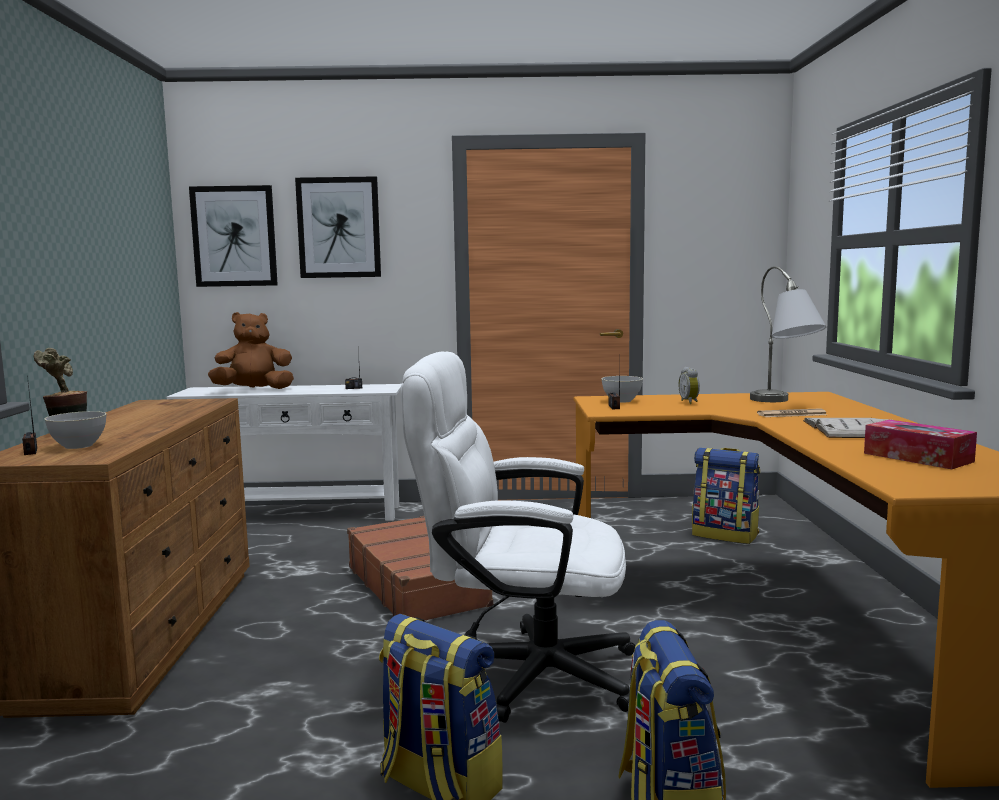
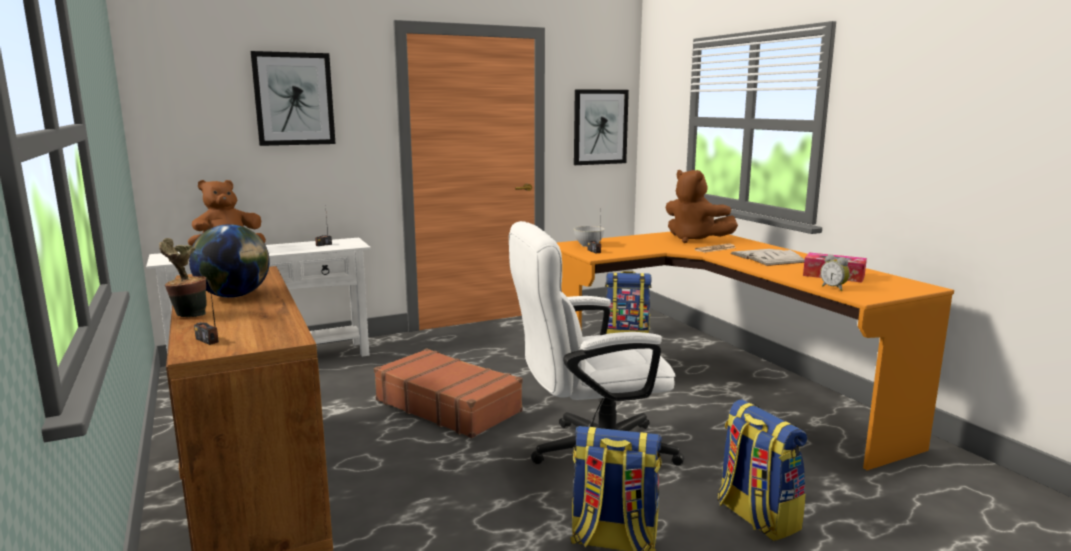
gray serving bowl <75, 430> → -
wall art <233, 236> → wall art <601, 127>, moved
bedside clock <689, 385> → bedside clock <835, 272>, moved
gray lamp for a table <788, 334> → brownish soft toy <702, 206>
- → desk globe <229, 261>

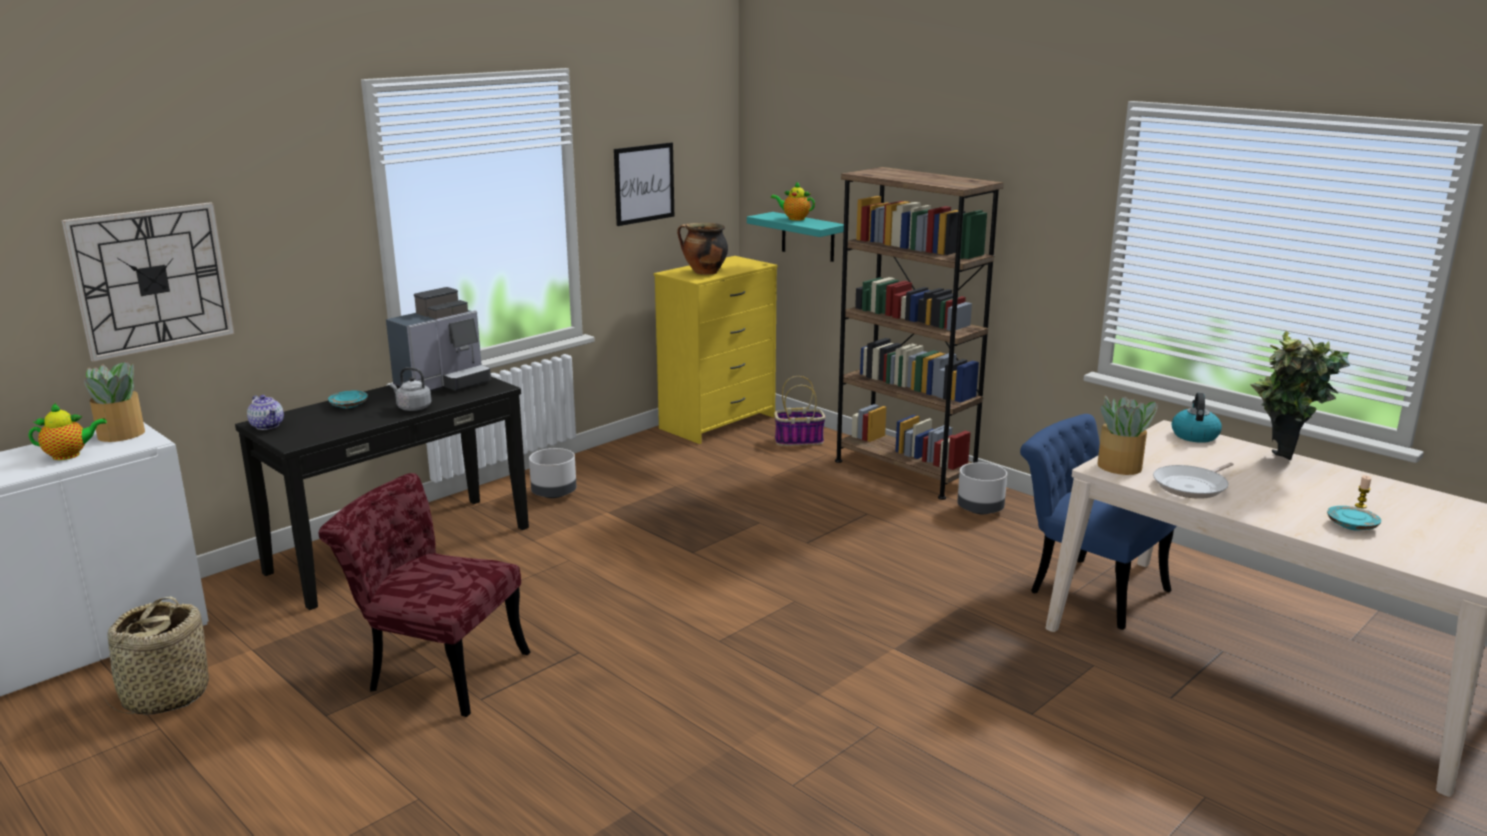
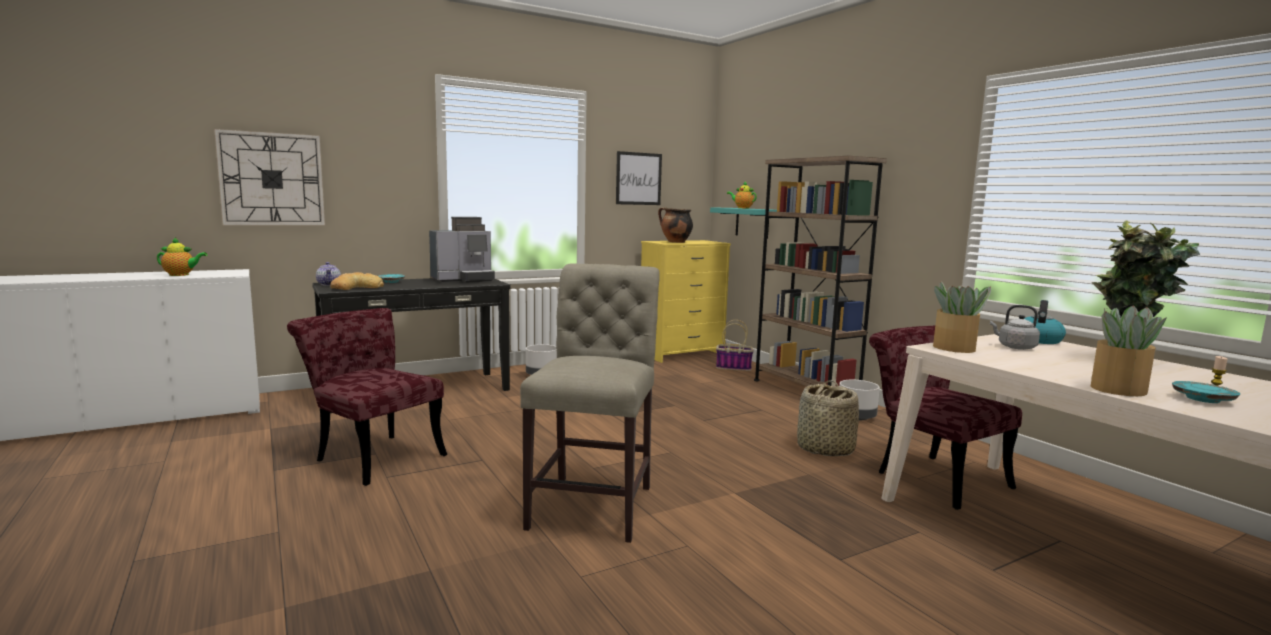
houseplant <111, 401> → houseplant <1129, 351>, moved
household basket <156, 655> → household basket <828, 418>, moved
gray tea kettle <410, 389> → gray tea kettle <1015, 327>, moved
blue upright chair <1098, 522> → red upright chair <945, 417>
pan <1193, 481> → -
- → baked bread <357, 281>
- → sand-coloured upright chair <590, 403>

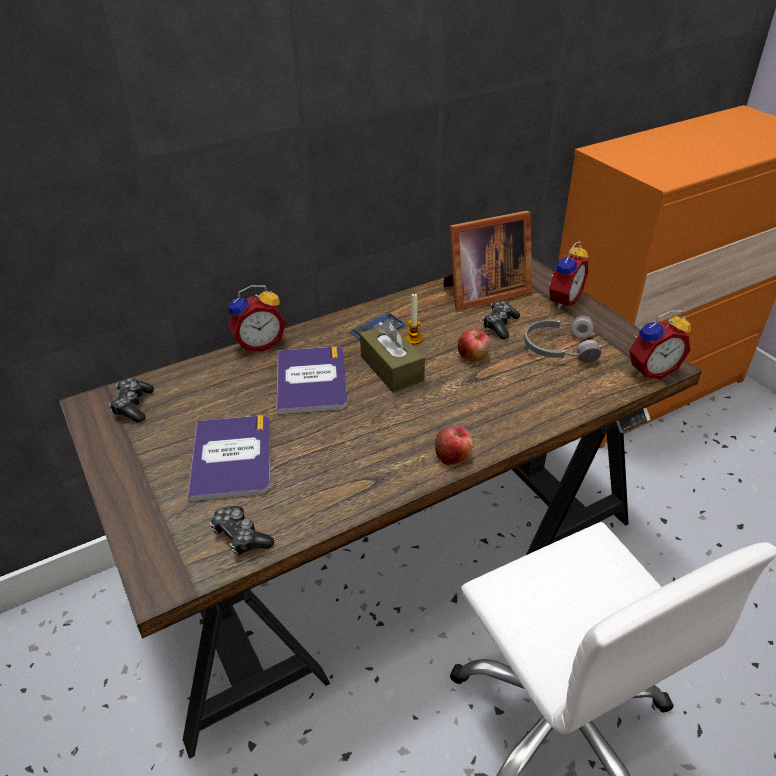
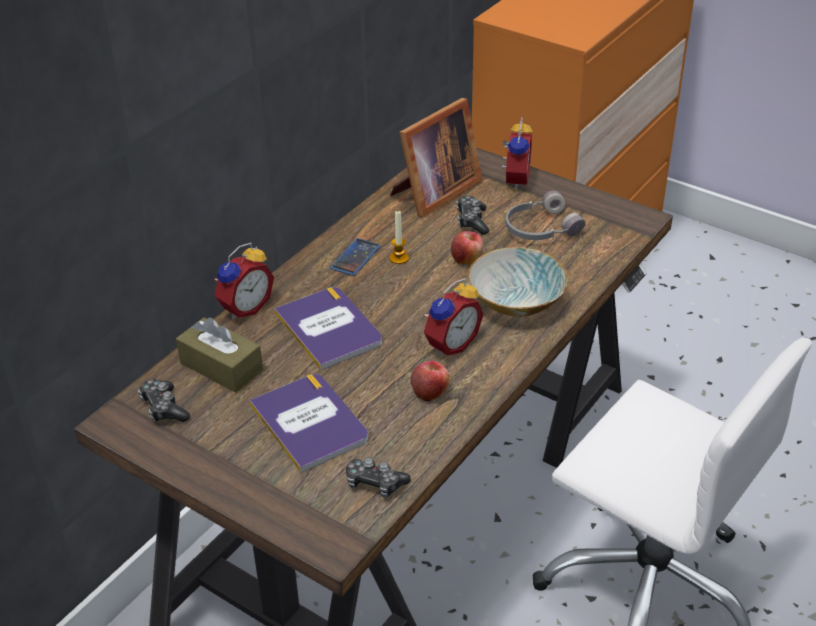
brownish box of tissues <392, 356> → brownish box of tissues <219, 355>, moved
apple fruit <454, 445> → apple fruit <430, 381>, moved
bedside clock <660, 344> → bedside clock <453, 317>, moved
- → serving bowl <518, 282>

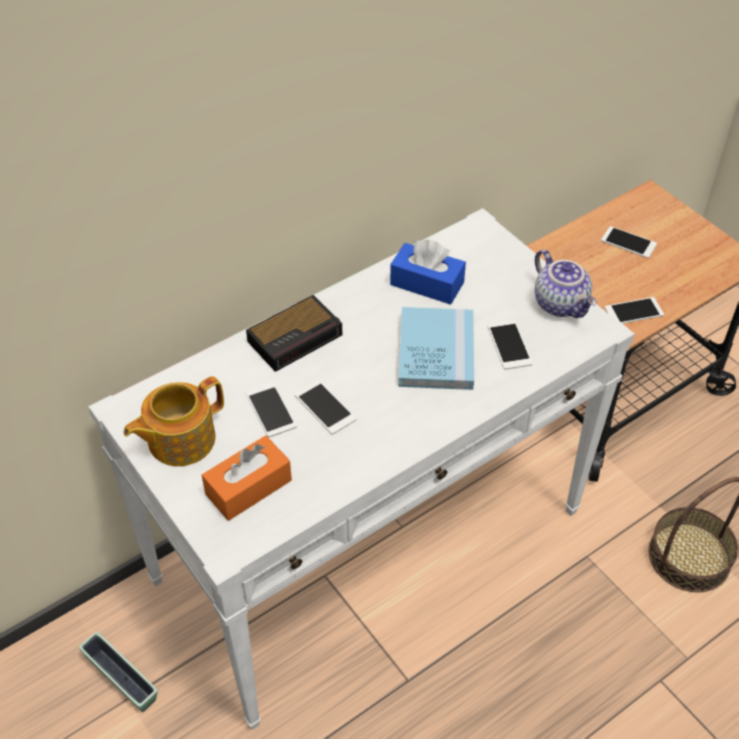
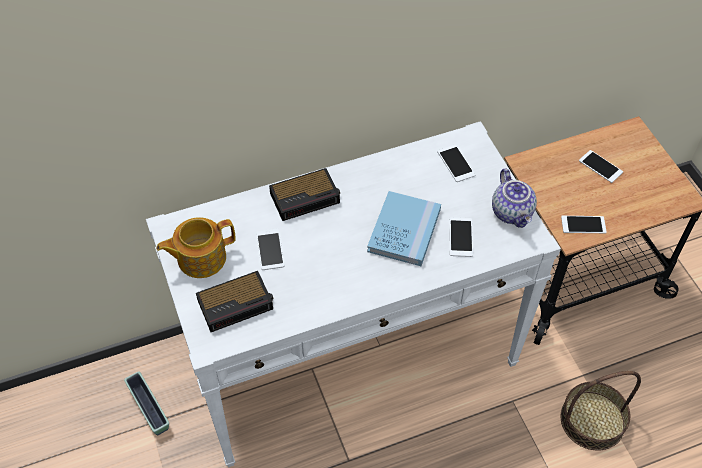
orangey box of tissues <247, 478> → bedside clock <234, 301>
telephone <325, 407> → telephone <456, 163>, moved
blue box of tissues <428, 272> → -

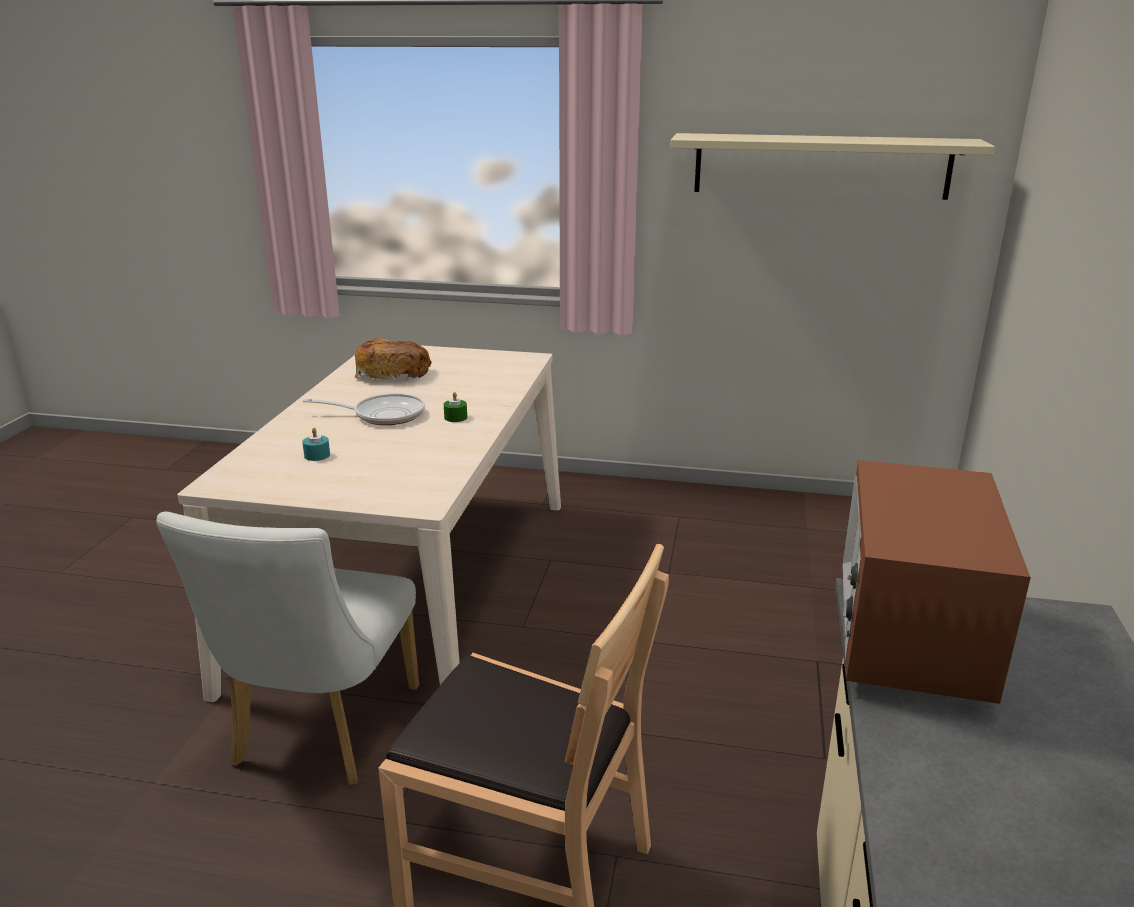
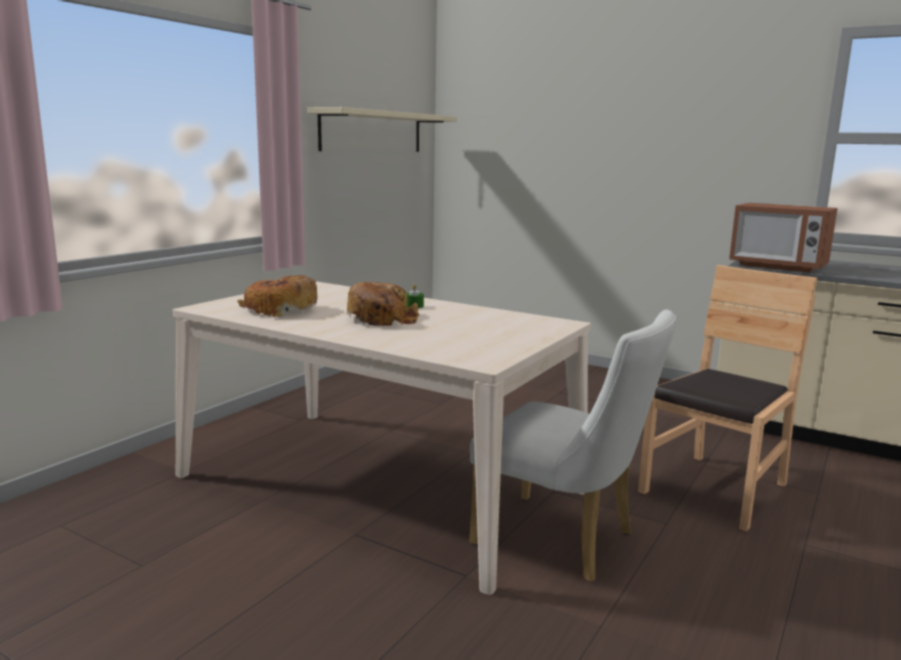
blue-green candle <316, 444> → -
pan <364, 409> → baked bread <383, 304>

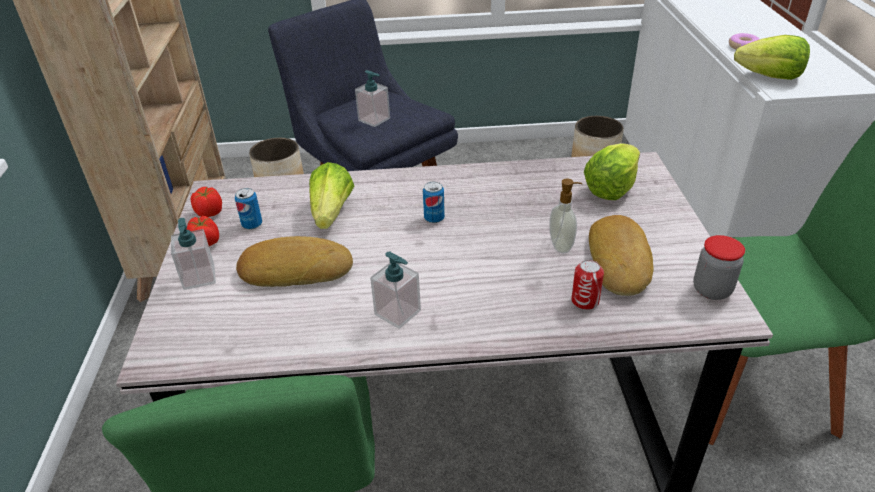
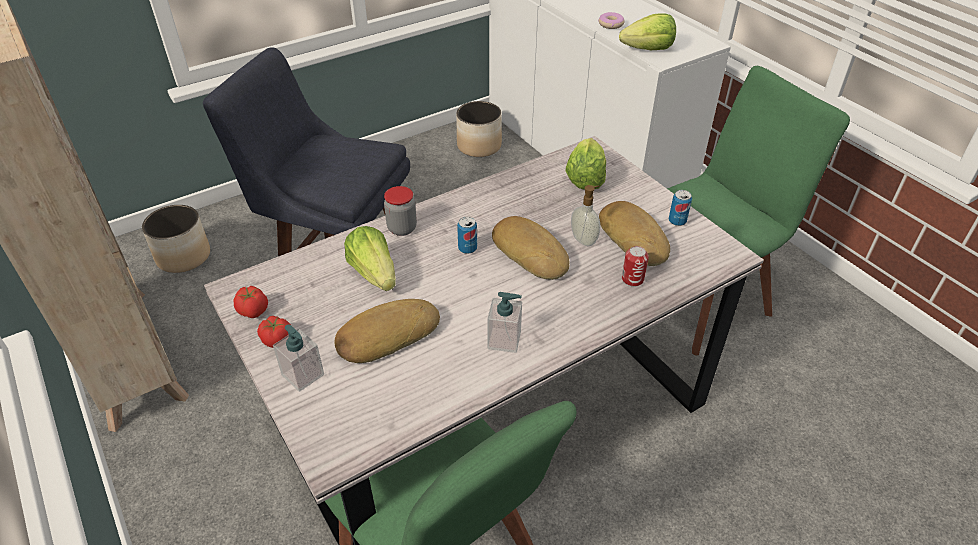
metal can <248, 209> → metal can <680, 208>, moved
liquid soap bottle <372, 98> → -
preserve jar <719, 267> → preserve jar <400, 211>, moved
- → baked bread <531, 248>

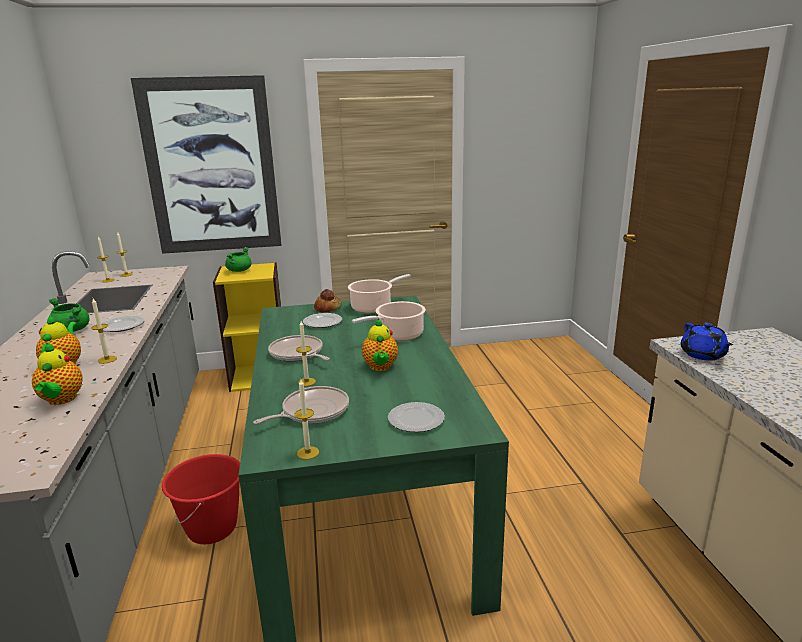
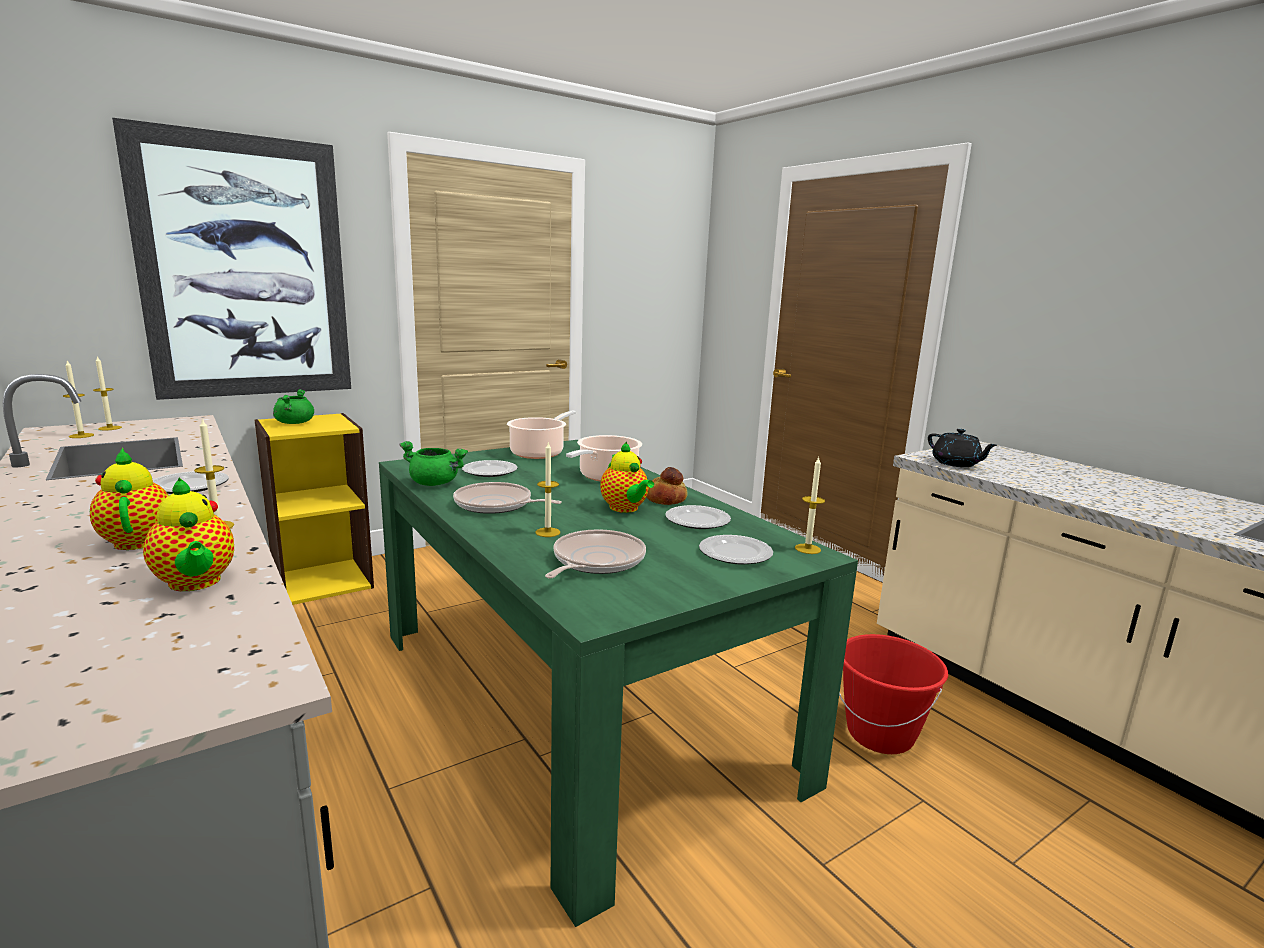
greenish saucepot <69, 315> → greenish saucepot <433, 463>, moved
red water bucket <201, 499> → red water bucket <893, 694>, moved
candle <307, 419> → candle <810, 505>, moved
baked bread <328, 300> → baked bread <667, 486>, moved
blue pot for tea <707, 342> → black pot for tea <962, 448>
- → flat dish <698, 517>

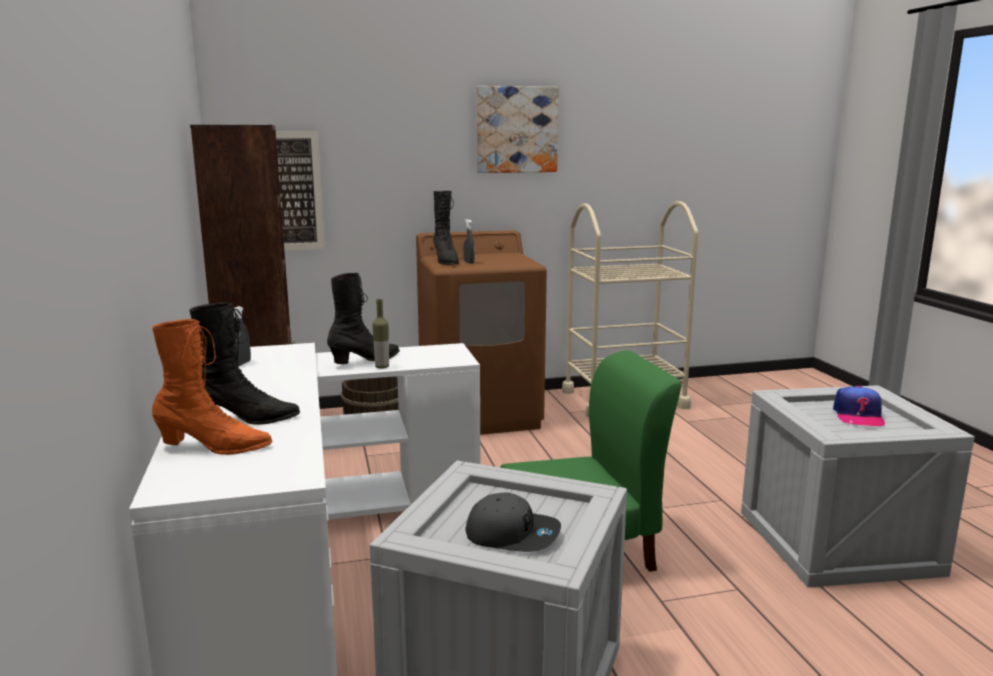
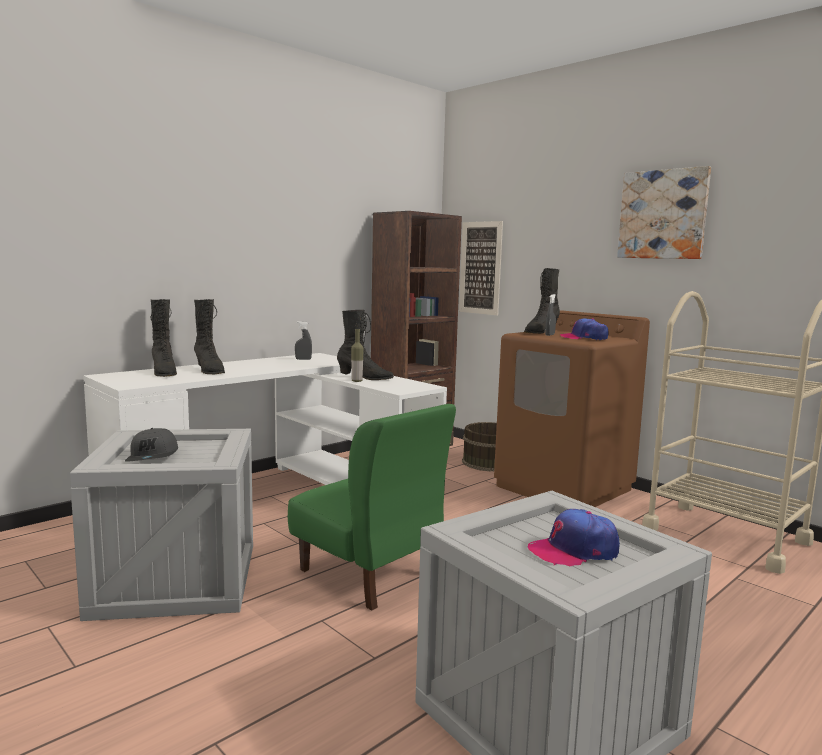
orangey high-top boot <212, 387> → black high-top boot <164, 338>
- → baseball cap <584, 329>

